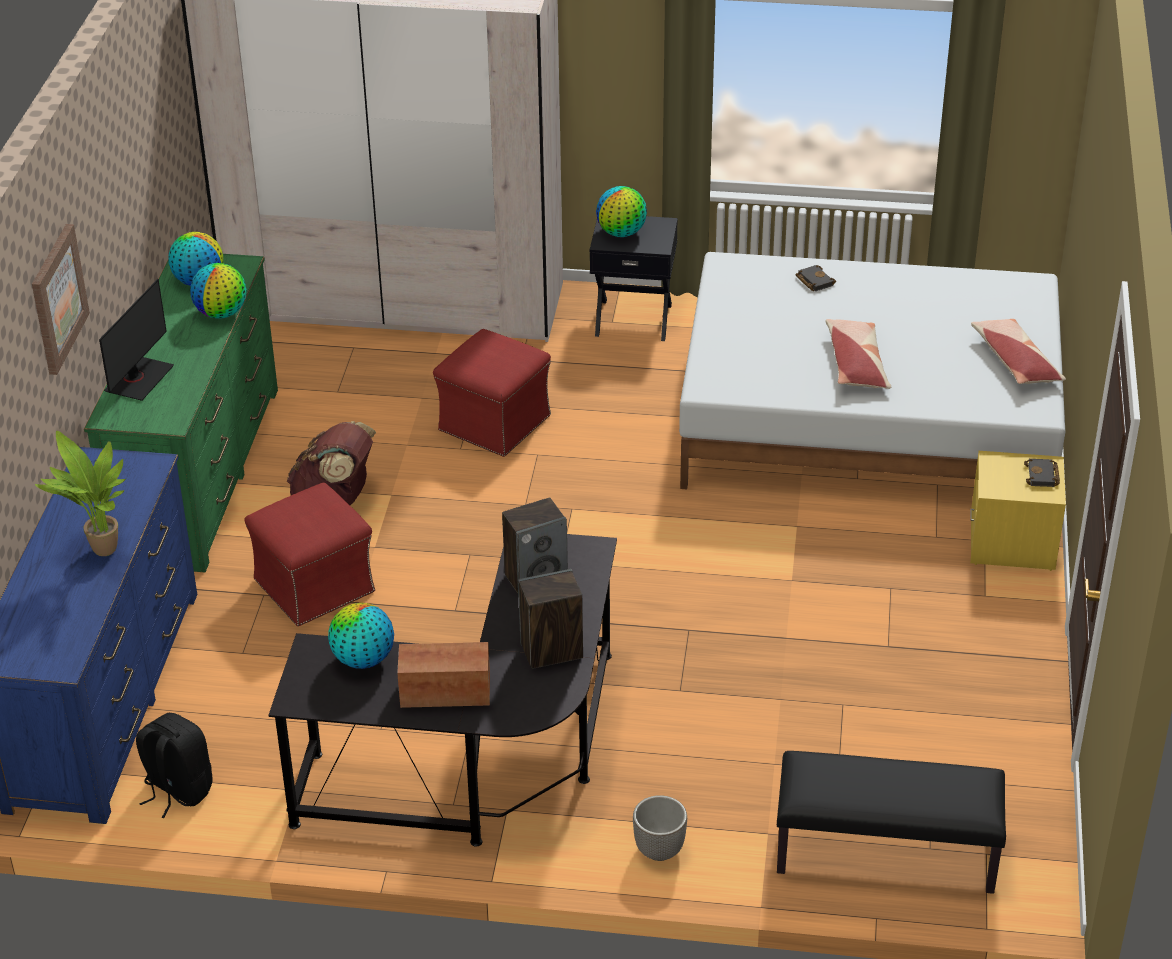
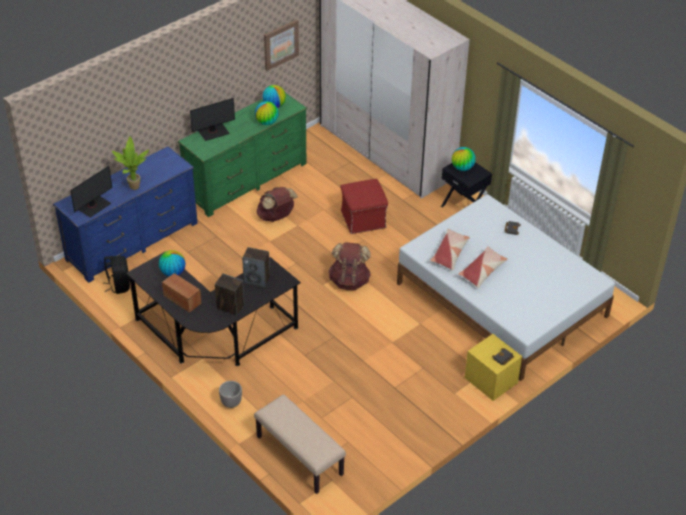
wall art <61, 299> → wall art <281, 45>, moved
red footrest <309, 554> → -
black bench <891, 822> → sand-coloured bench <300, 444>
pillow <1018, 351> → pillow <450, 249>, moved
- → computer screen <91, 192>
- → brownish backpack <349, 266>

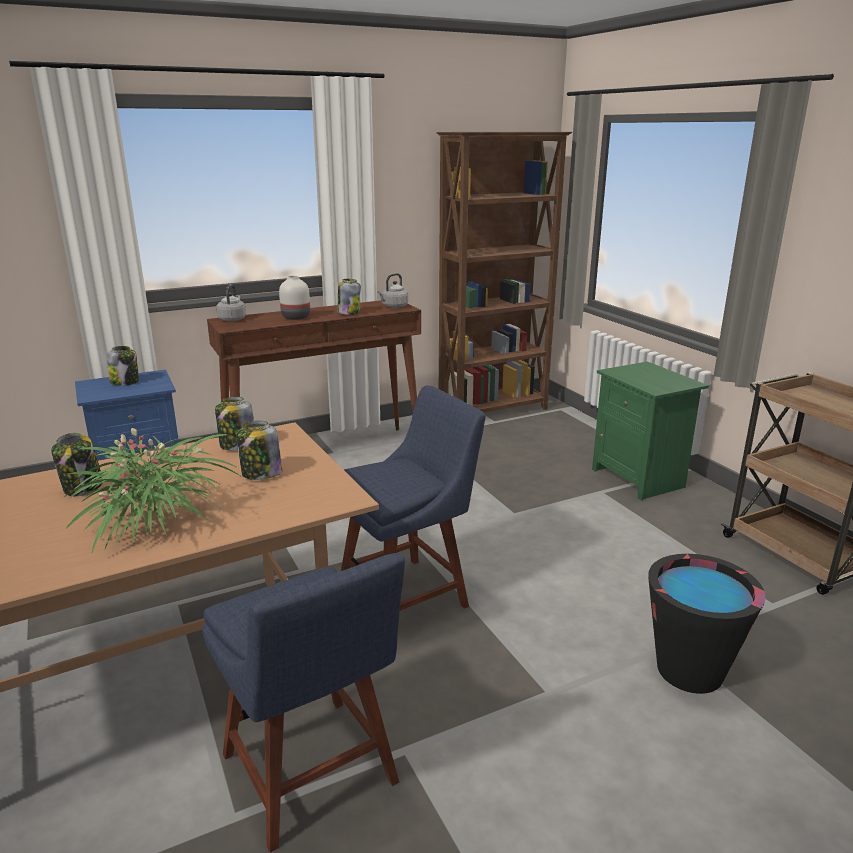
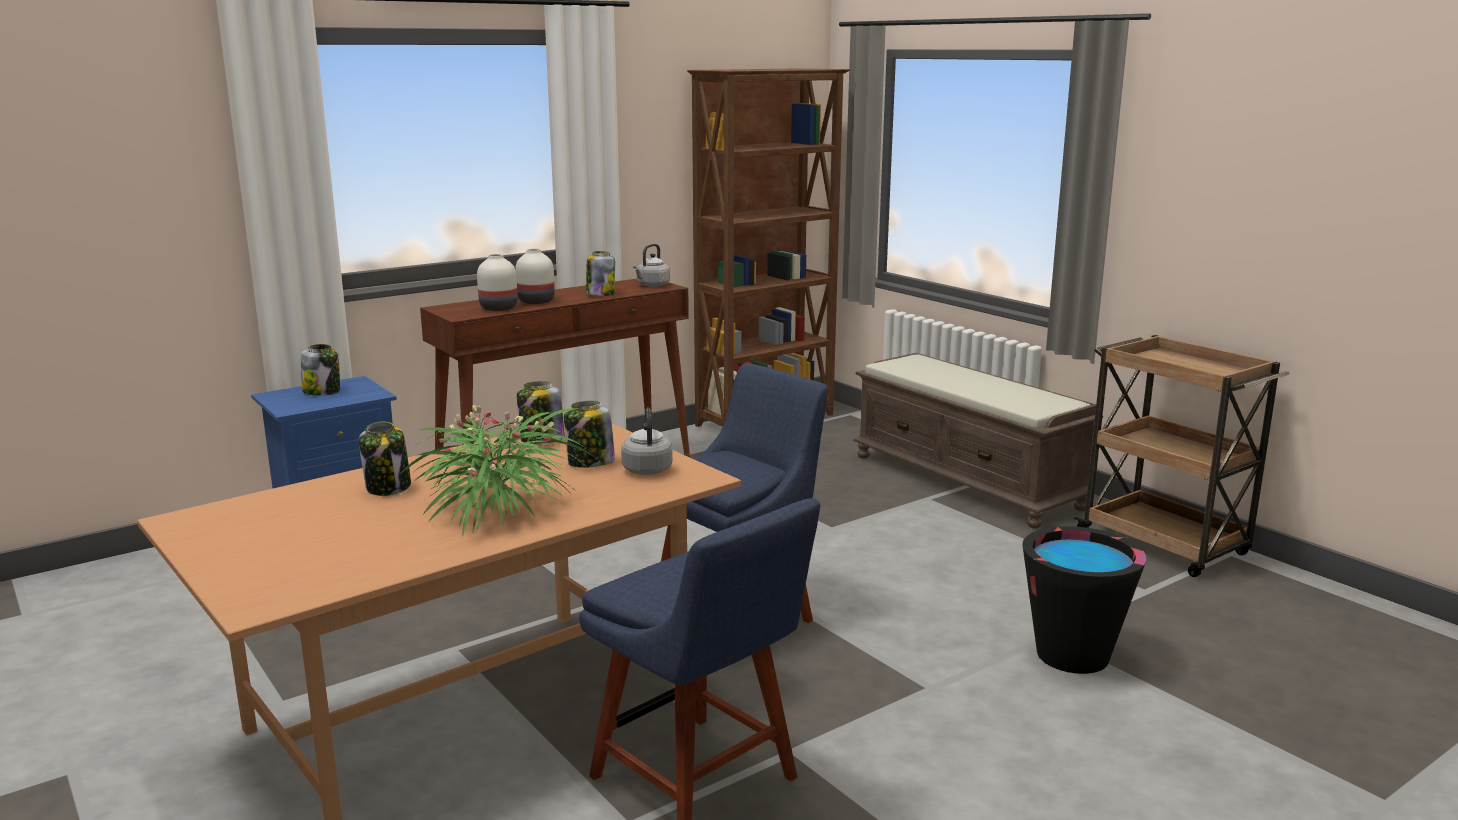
gray tea kettle <231, 302> → gray tea kettle <647, 441>, moved
greenish nightstand <650, 431> → brownish bench <978, 441>
- → white-coloured vase <497, 282>

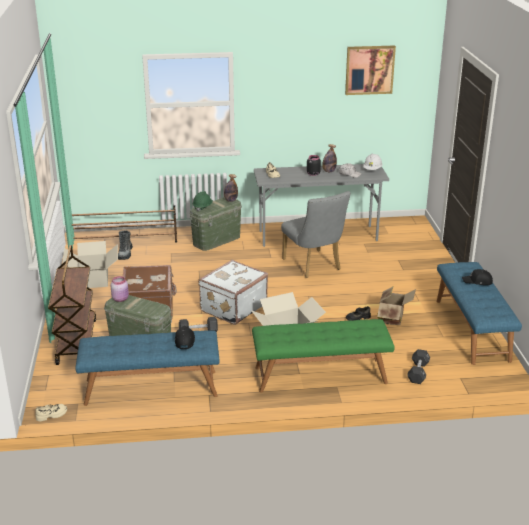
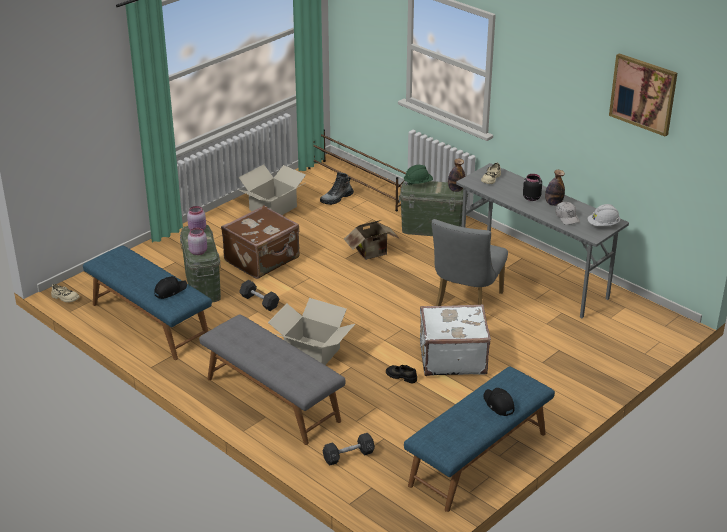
brownish wheeled cart <72, 305> → -
white-coloured piece of luggage <233, 292> → white-coloured piece of luggage <455, 340>, moved
greenish bench <323, 356> → gray bench <272, 379>
cardboard box <396, 305> → cardboard box <372, 240>, moved
- → pink preserve jar <197, 241>

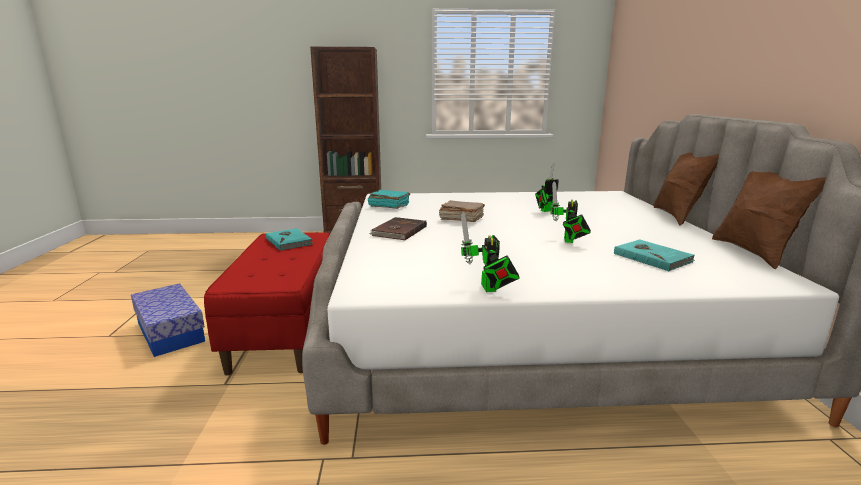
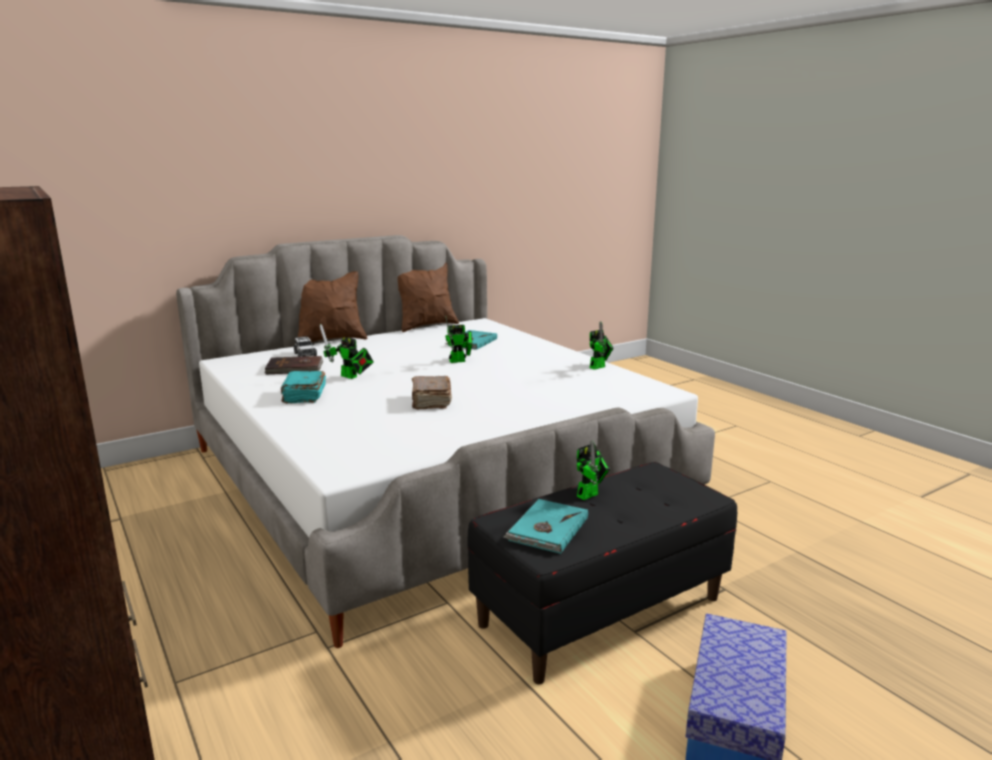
red bench <267, 303> → black bench <602, 573>
blue-green volume <389, 199> → blue-green volume <303, 387>, moved
brownish volume <398, 228> → brownish volume <293, 365>, moved
- → model car <305, 346>
- → model robot <593, 470>

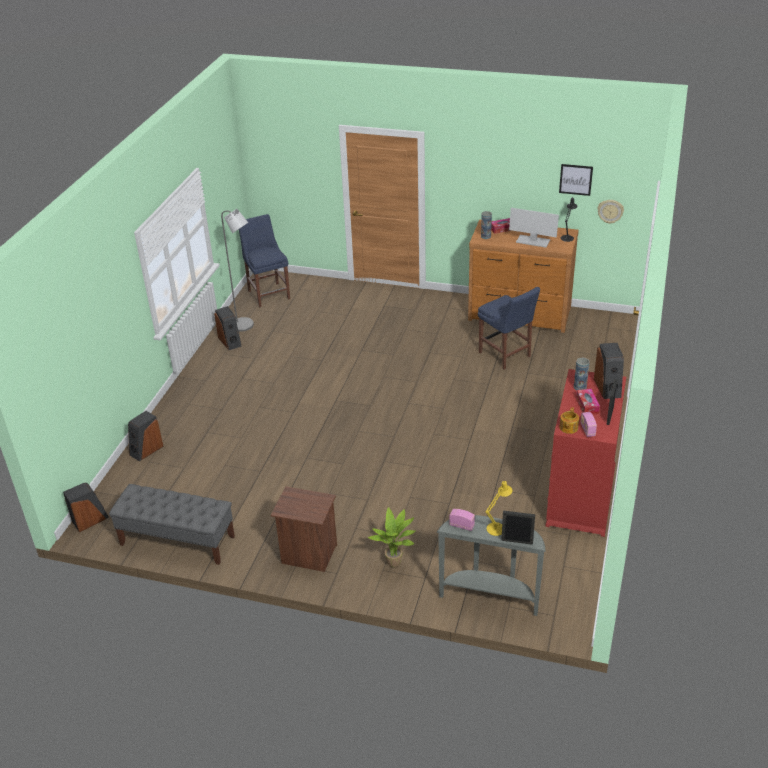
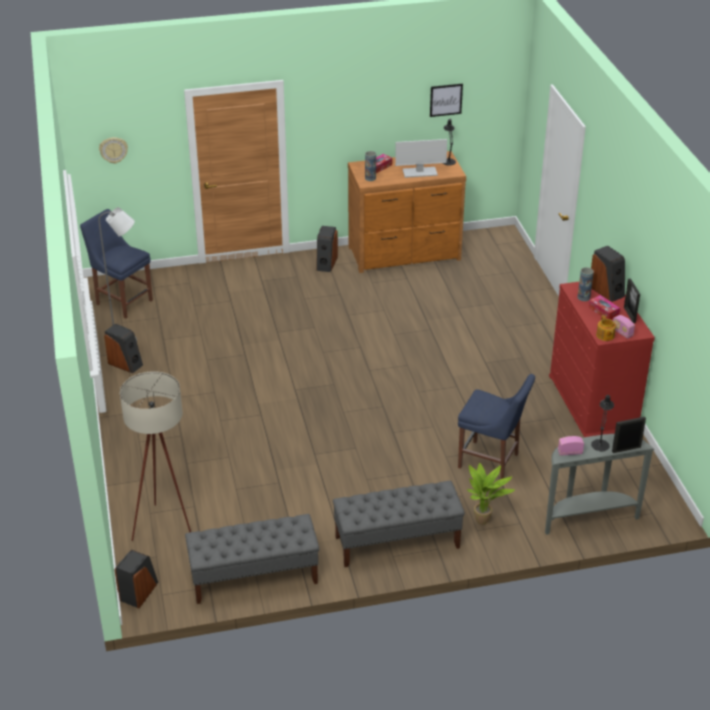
audio speaker <146, 436> → audio speaker <327, 249>, moved
brownish nightstand <304, 529> → gray bench <399, 524>
blue upright chair <509, 328> → blue upright chair <496, 426>, moved
yellow lamp for a table <499, 508> → black lamp for a table <602, 423>
wall clock <610, 212> → wall clock <113, 150>, moved
- → sand-coloured standing lamp <155, 456>

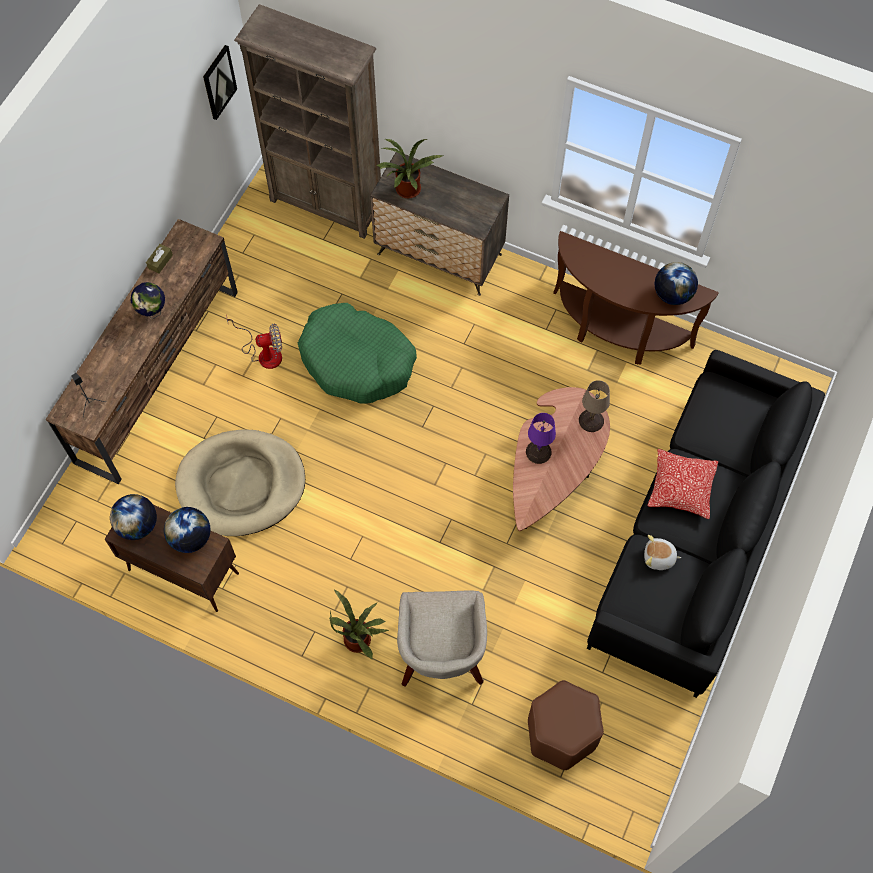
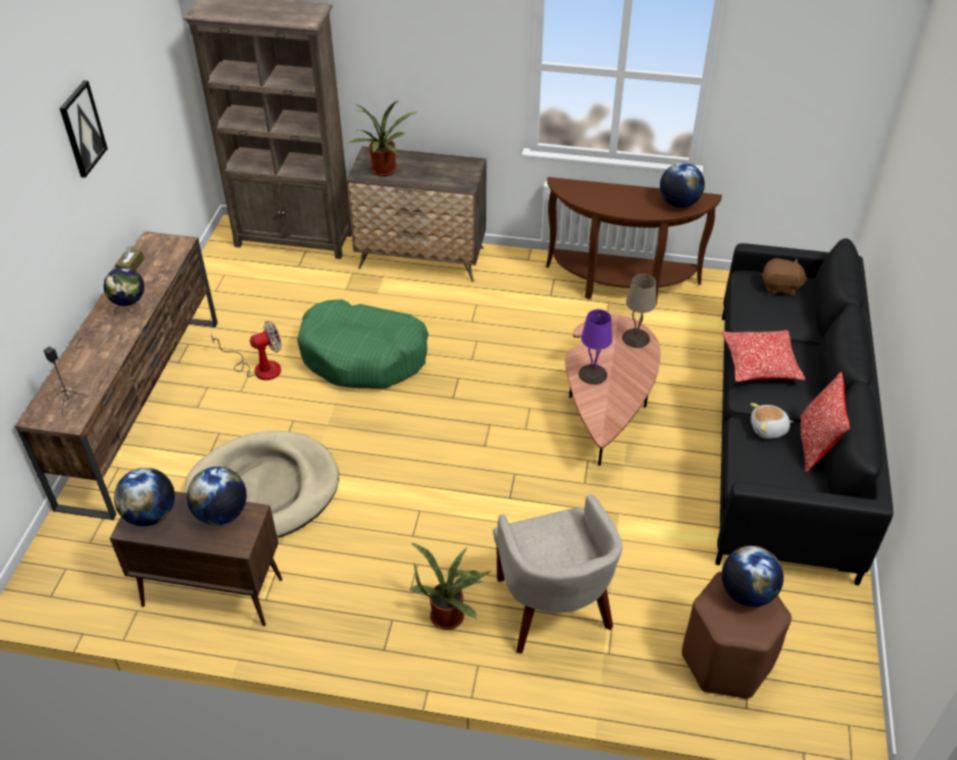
wall art <220, 82> → wall art <84, 129>, moved
- → desk globe <752, 576>
- → brownish soft toy <784, 277>
- → pillow <825, 422>

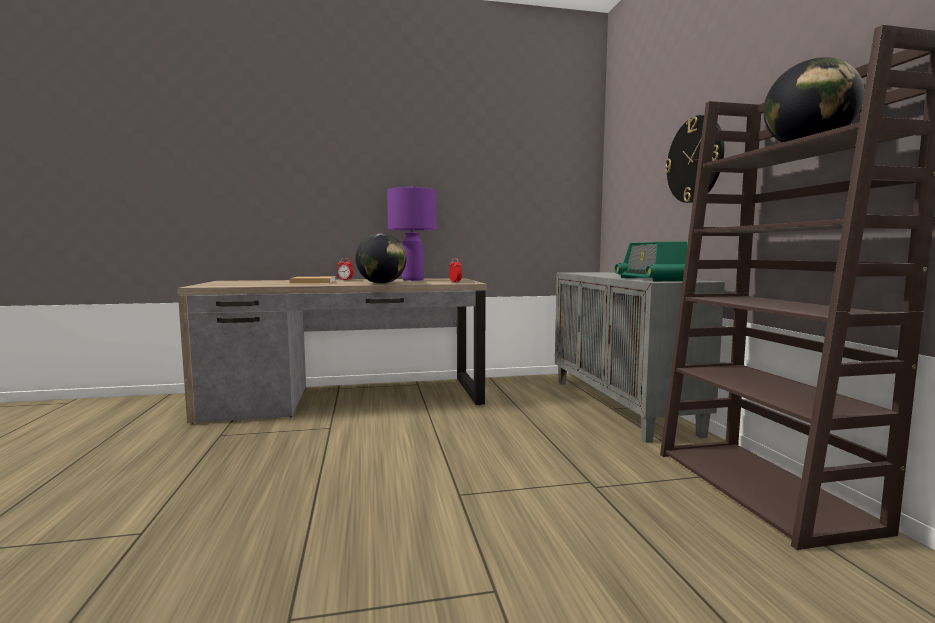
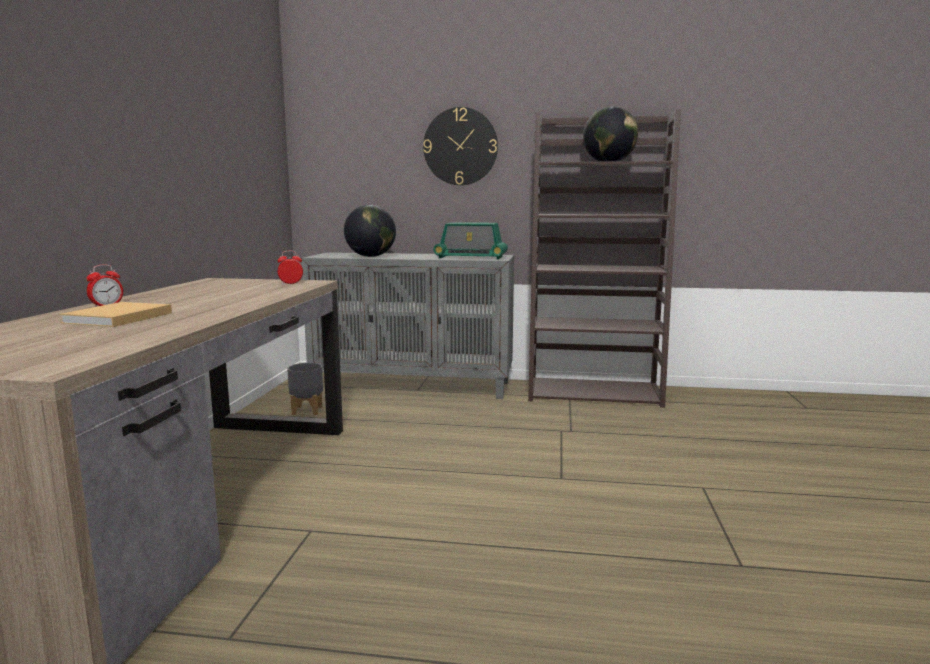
desk globe <380, 258> → desk globe <370, 231>, moved
purple-coloured lamp for a table <412, 233> → -
- → gray flower pot <305, 389>

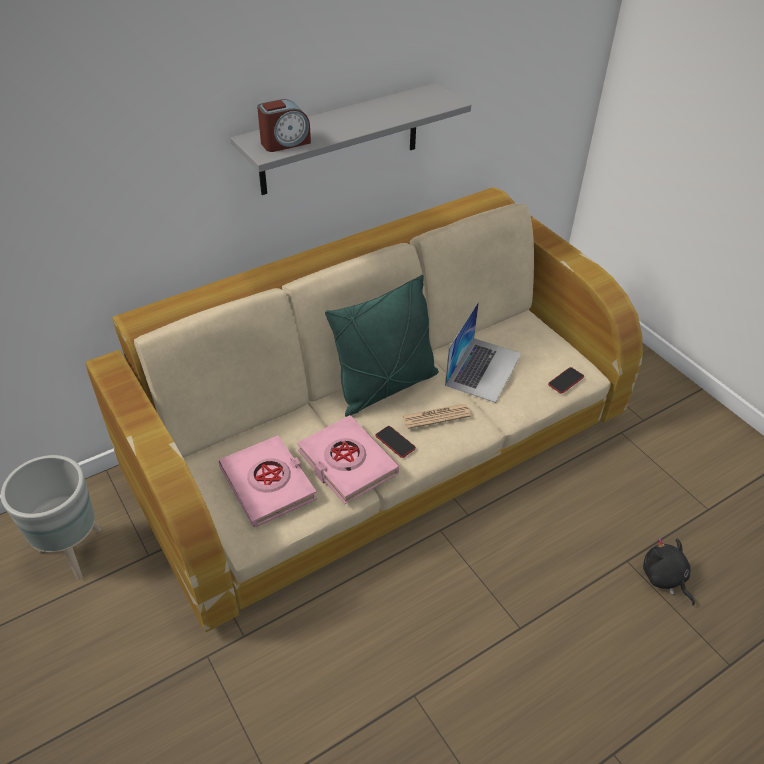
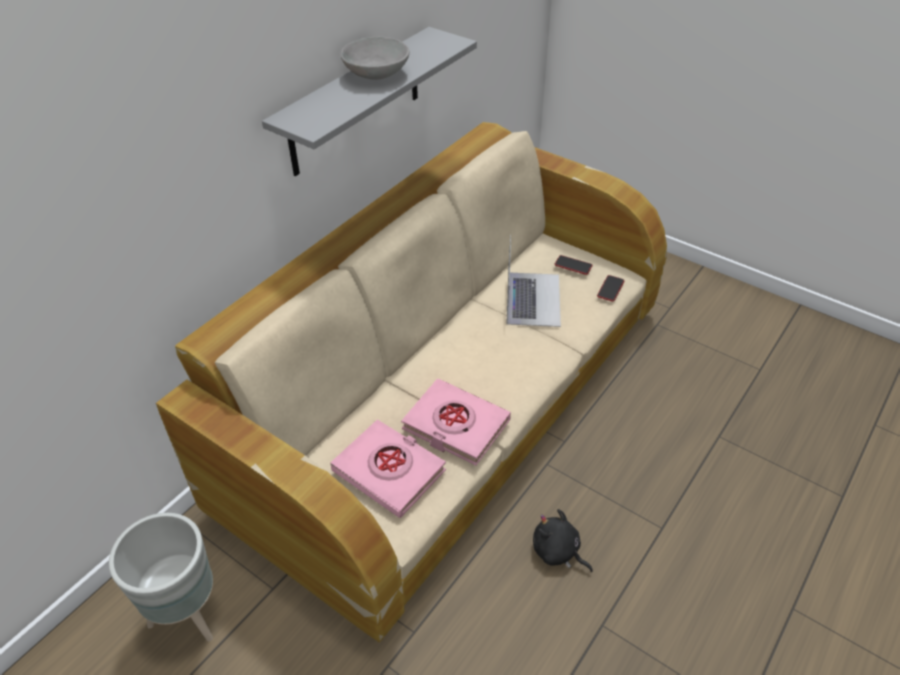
bedside clock <284, 125> → -
greenish pillow <382, 346> → -
telephone <395, 442> → telephone <573, 265>, moved
daily paper <437, 416> → -
black soft toy <669, 572> → black soft toy <563, 540>, moved
- → gray serving bowl <375, 58>

